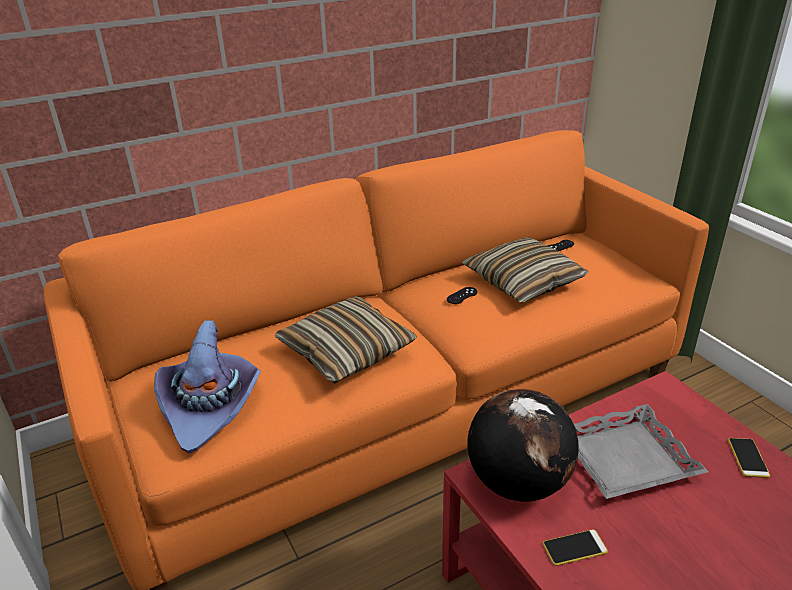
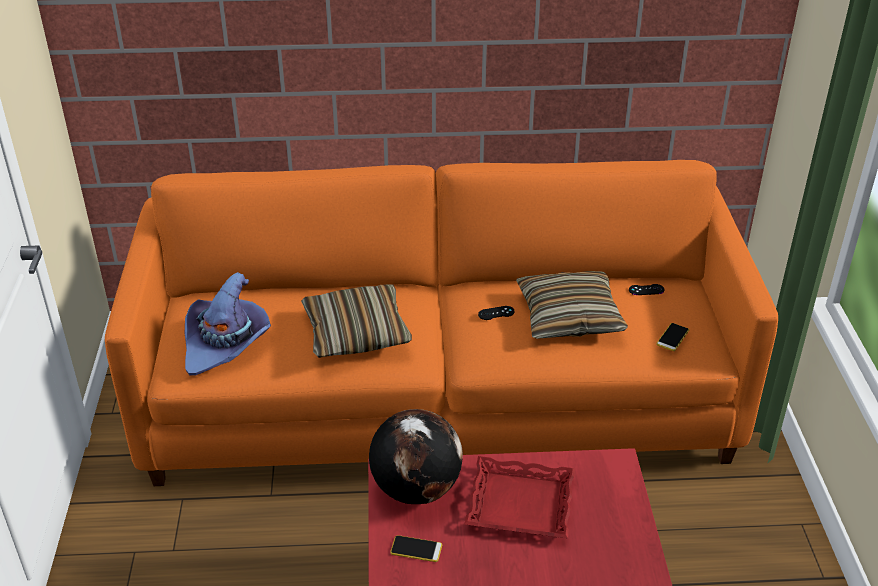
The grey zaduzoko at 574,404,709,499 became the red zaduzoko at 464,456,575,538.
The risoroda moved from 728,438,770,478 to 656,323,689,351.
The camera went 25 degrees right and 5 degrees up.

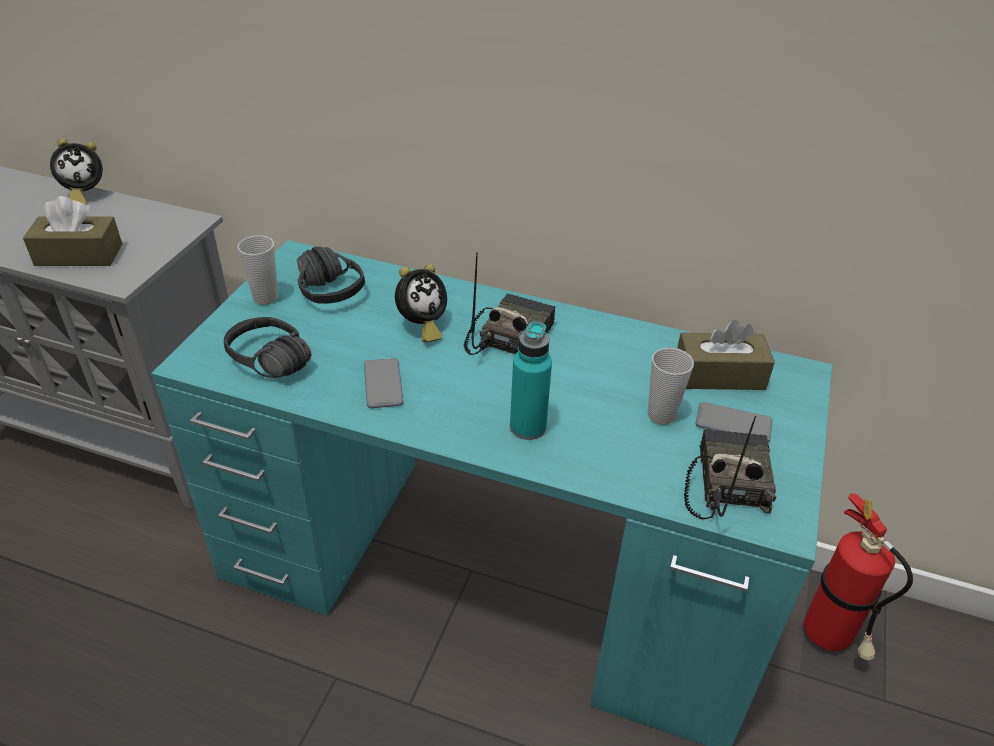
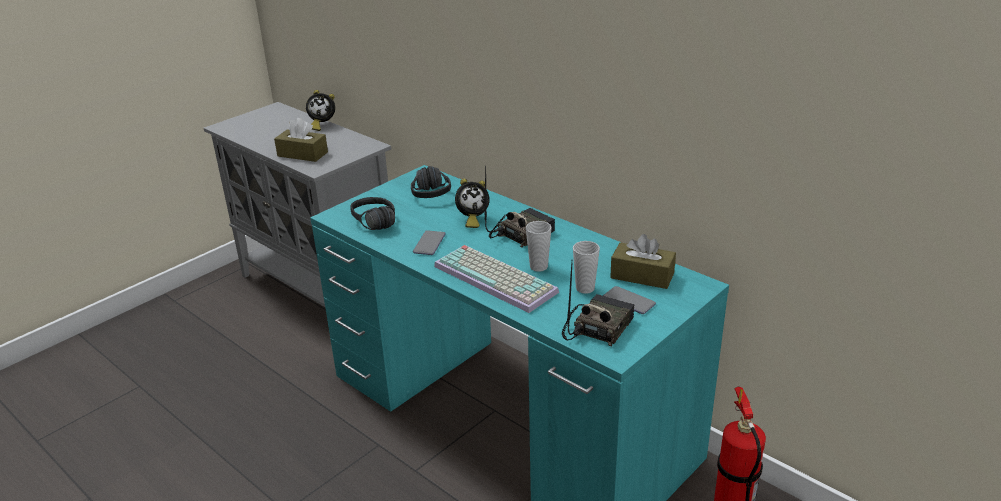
The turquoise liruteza at 510,321,552,440 was replaced by the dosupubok at 434,245,559,313.
The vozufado moved from 238,235,278,305 to 526,221,552,272.
The camera went 25 degrees right and 10 degrees down.

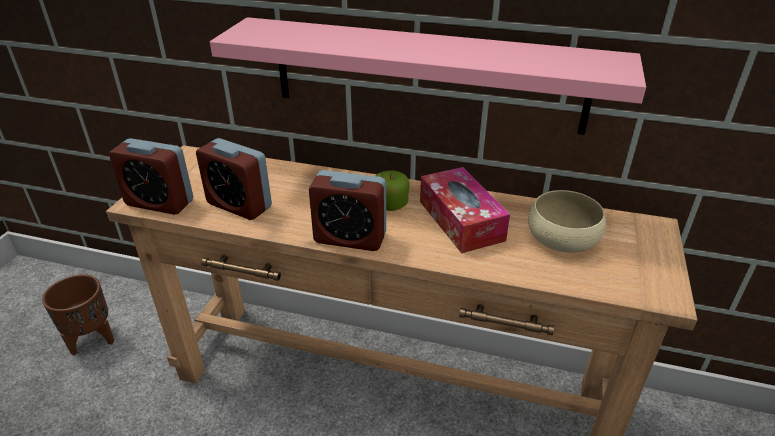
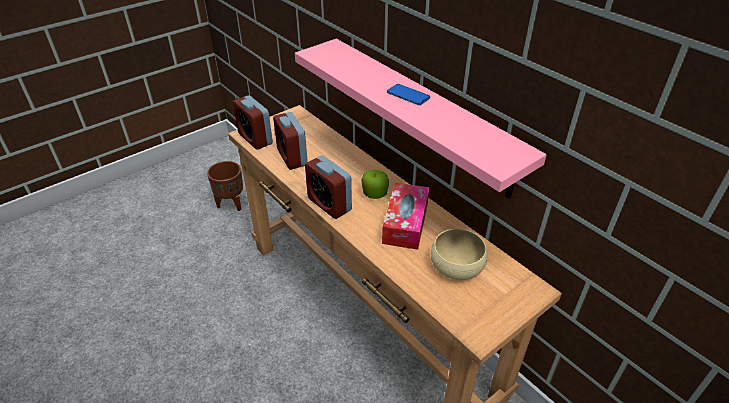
The risoroda at 387,84,430,105 appeared.
The camera went 35 degrees right and 5 degrees up.

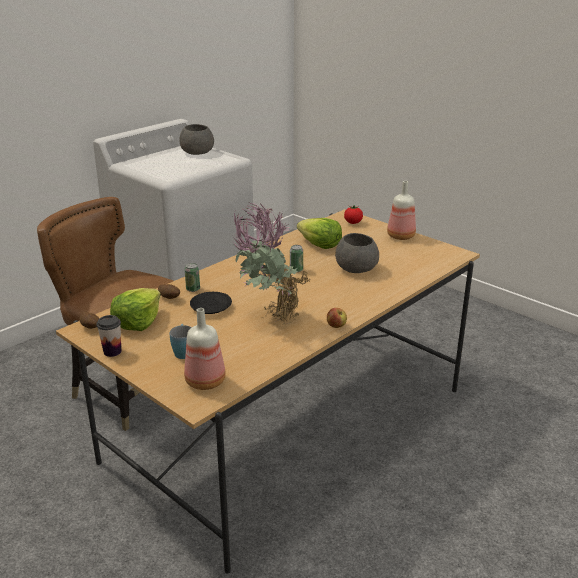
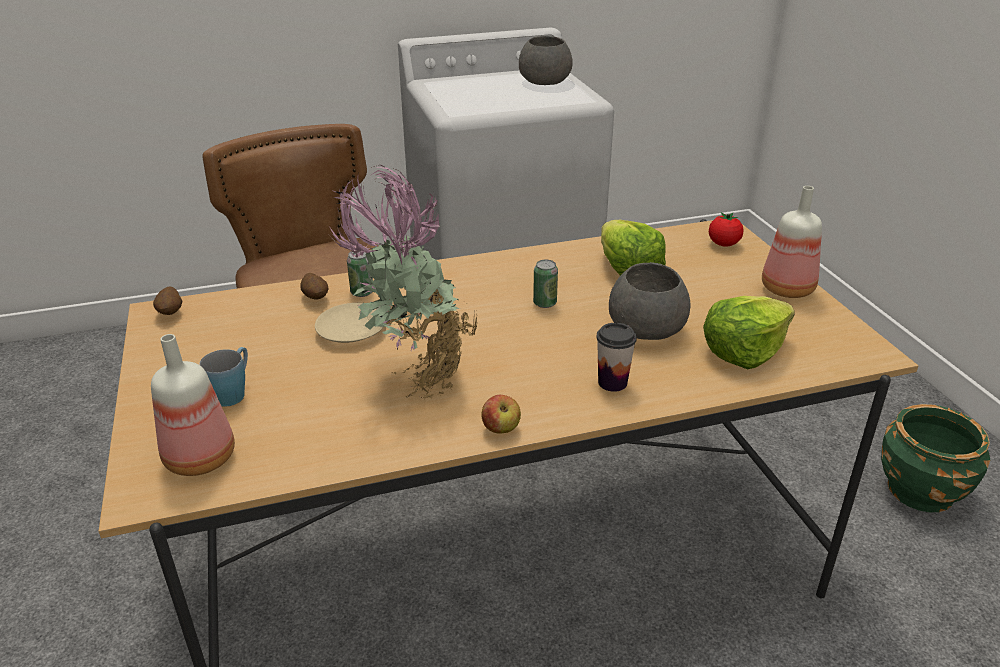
The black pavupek at 190,292,232,314 became the beige pavupek at 315,303,383,343.
The vozufado moved from 96,315,121,357 to 596,323,637,392.
The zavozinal moved from 110,288,161,331 to 703,296,795,369.
The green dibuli at 881,404,990,512 appeared.
The camera went 30 degrees right and 5 degrees up.

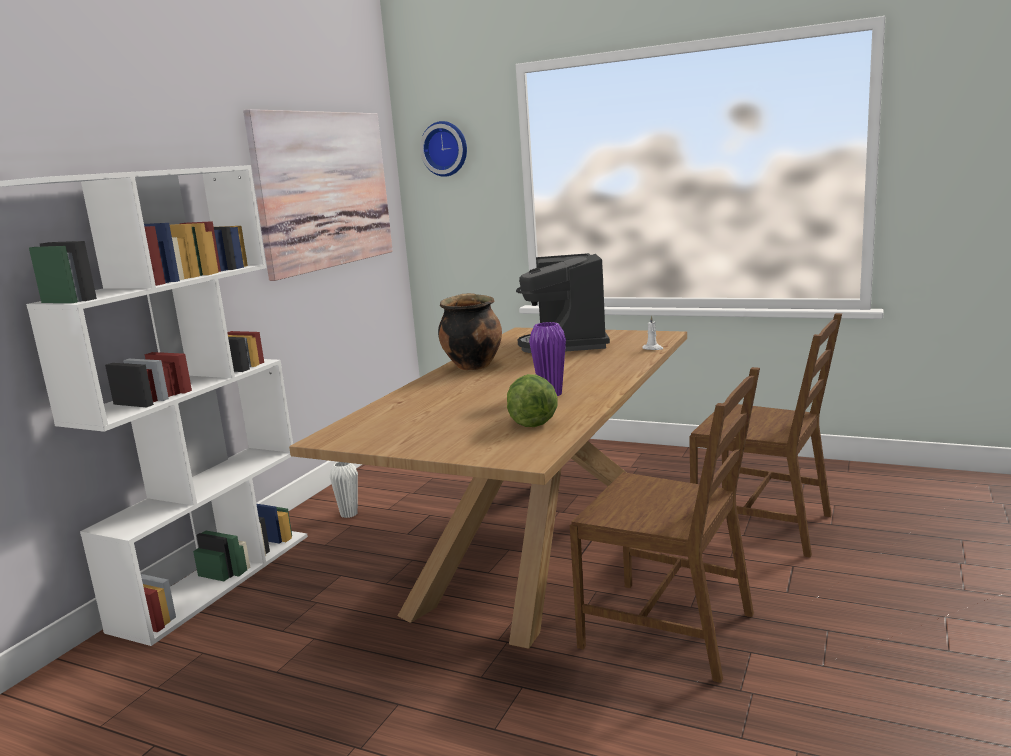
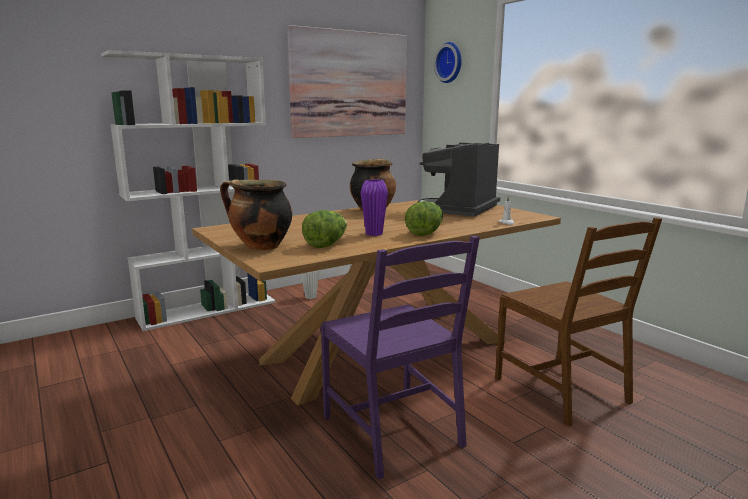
The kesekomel at 220,179,292,250 appeared.
The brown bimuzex at 570,367,760,683 became the purple bimuzex at 321,236,480,479.
The zavozinal at 405,201,443,236 appeared.
The camera went 30 degrees right and 0 degrees up.

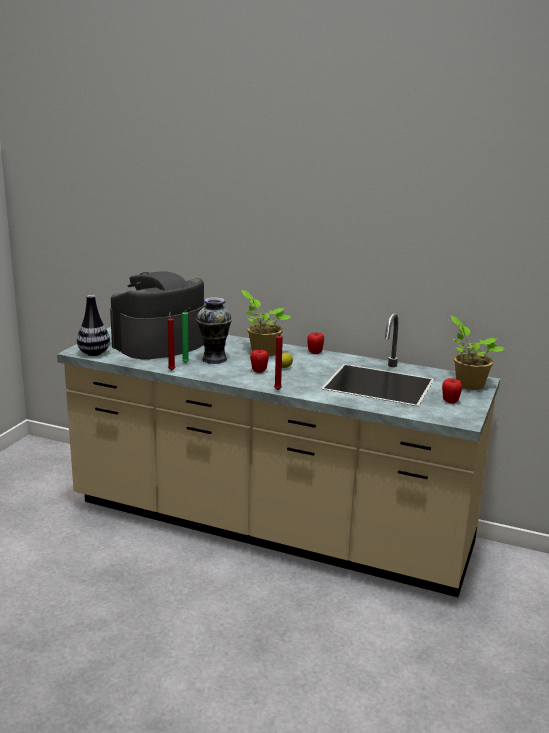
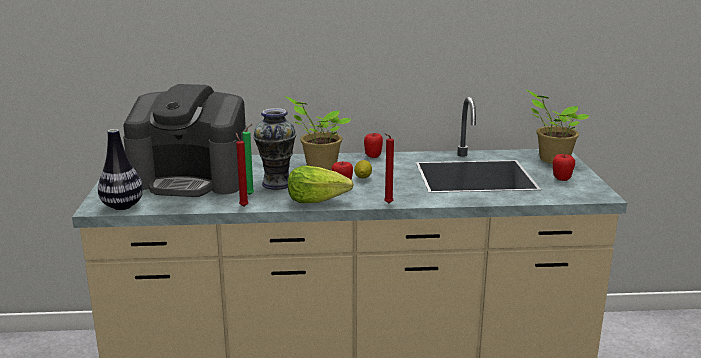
The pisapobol at 110,271,205,359 turned 105 degrees counterclockwise.
The zavozinal at 288,166,354,203 appeared.
The camera went 25 degrees left and 0 degrees up.

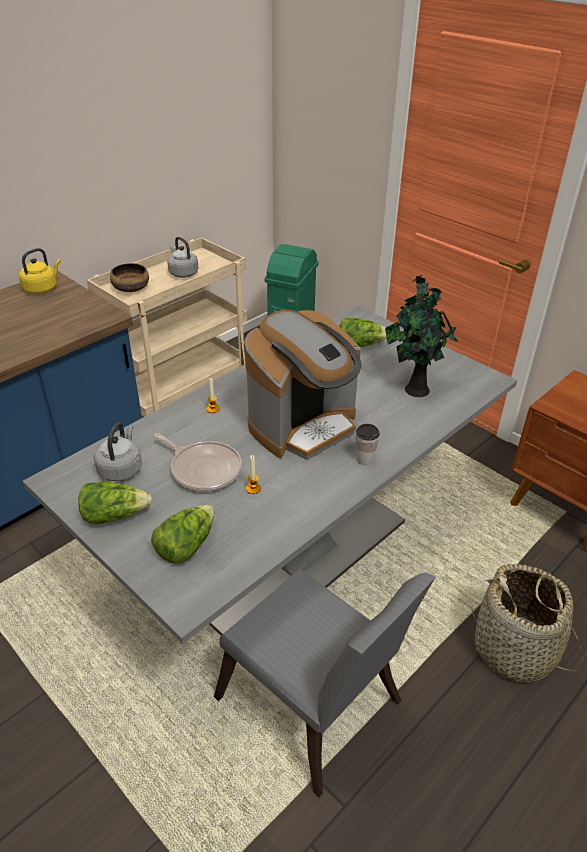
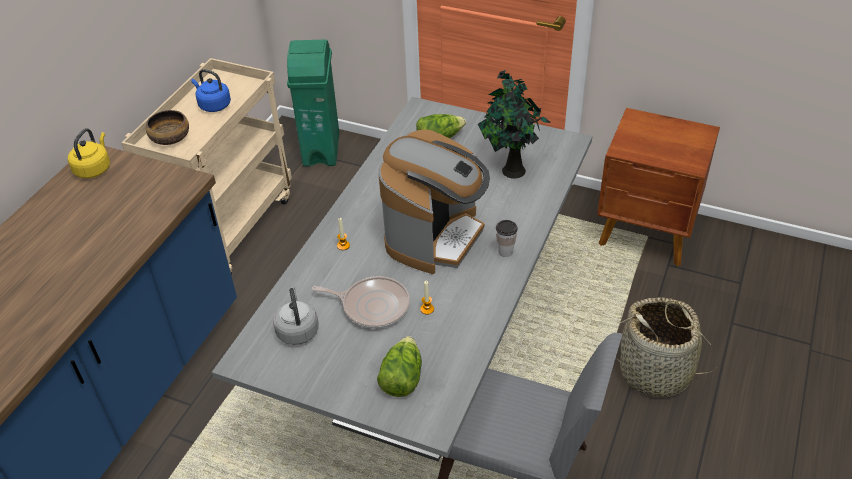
The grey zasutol at 167,237,199,278 became the blue zasutol at 191,69,231,112.
The zavozinal at 78,482,152,524 disappeared.
The camera went 20 degrees left and 5 degrees up.

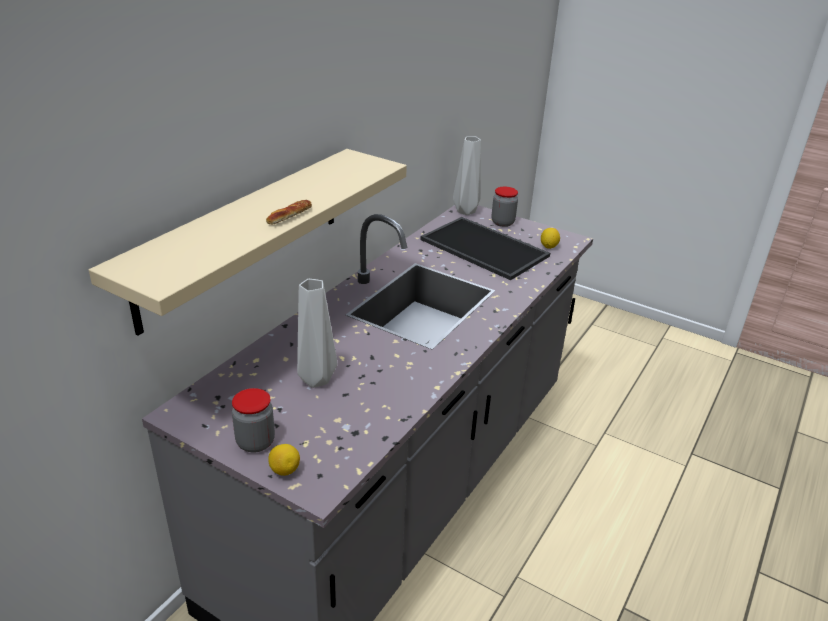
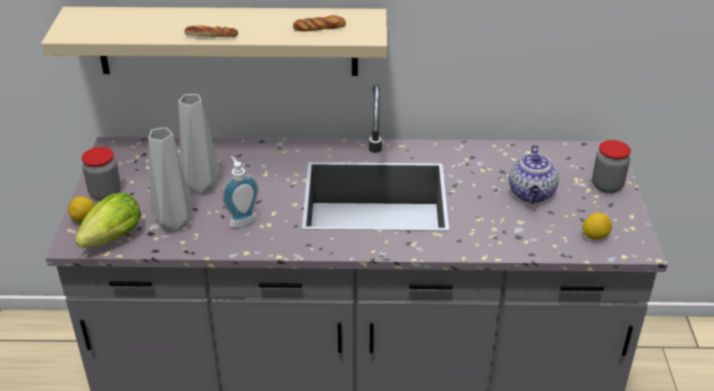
The zavozinal at 75,192,141,248 appeared.
The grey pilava moved from 453,136,481,215 to 149,127,192,232.
The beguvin at 222,156,259,228 appeared.
The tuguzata at 293,15,346,31 appeared.
The zaduzoko at 420,217,550,280 was replaced by the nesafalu at 509,145,559,204.
The camera went 60 degrees right and 5 degrees up.

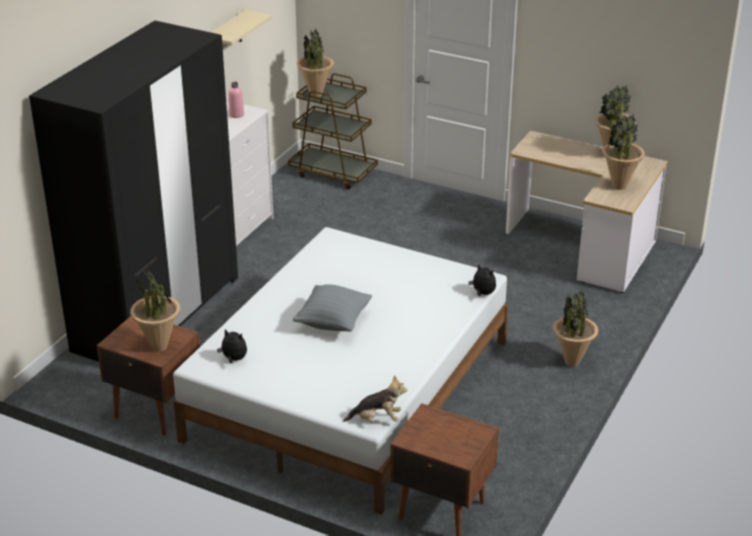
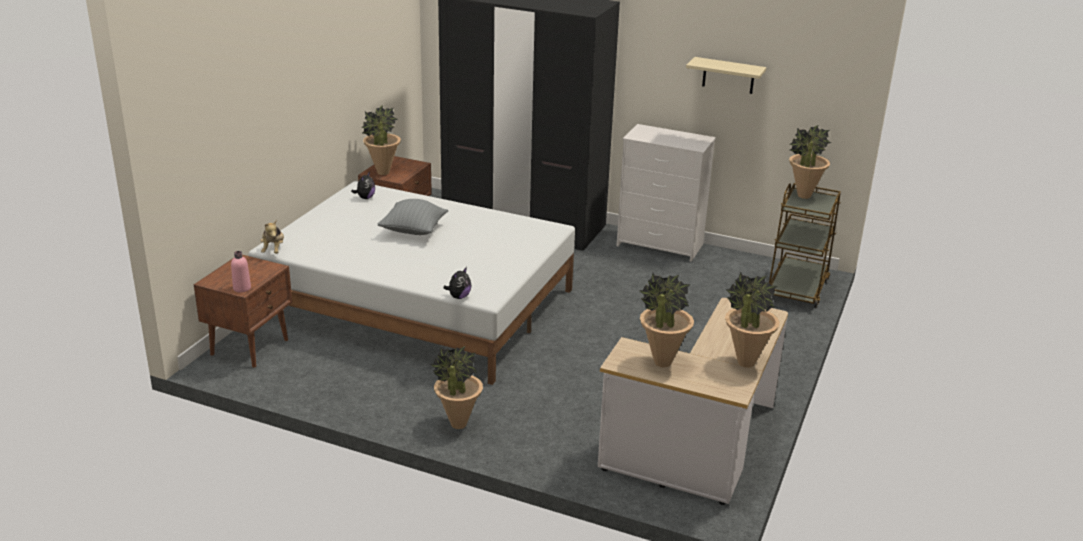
The pink liruteza moved from 228,82,244,118 to 231,251,251,292.
The camera went 85 degrees right and 5 degrees down.

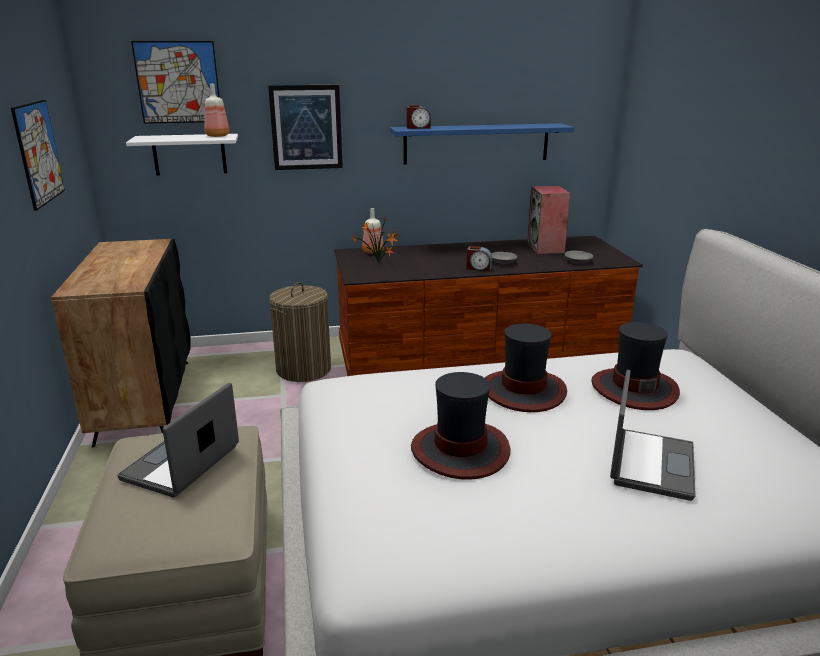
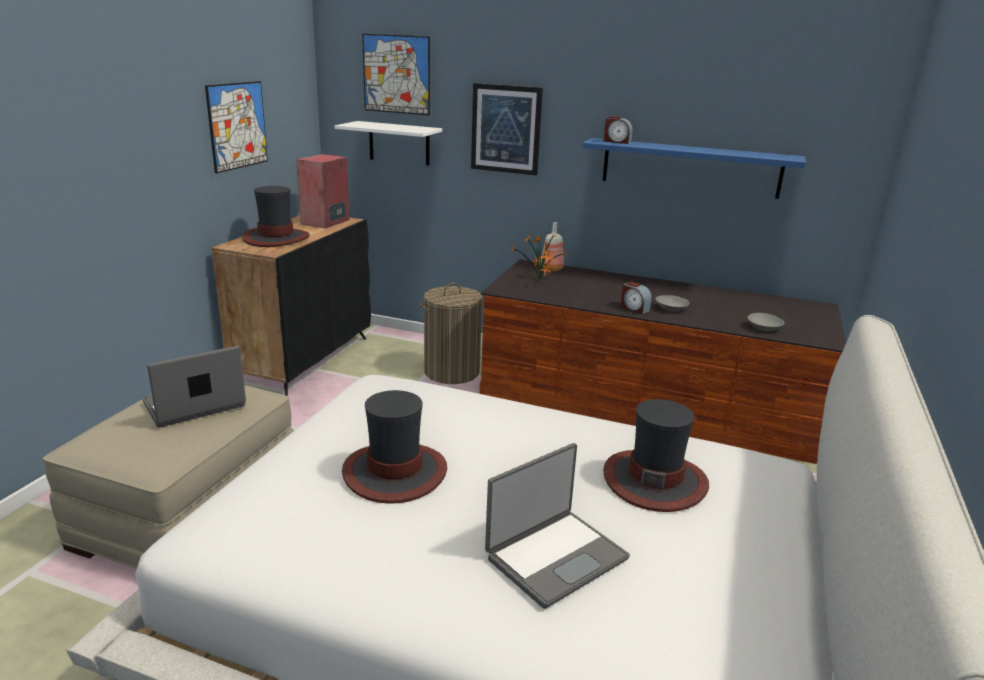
The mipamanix moved from 485,324,567,412 to 242,186,310,247.
The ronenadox moved from 527,186,571,254 to 296,154,350,228.
The liruteza at 204,84,229,137 disappeared.
The camera went 30 degrees right and 0 degrees up.

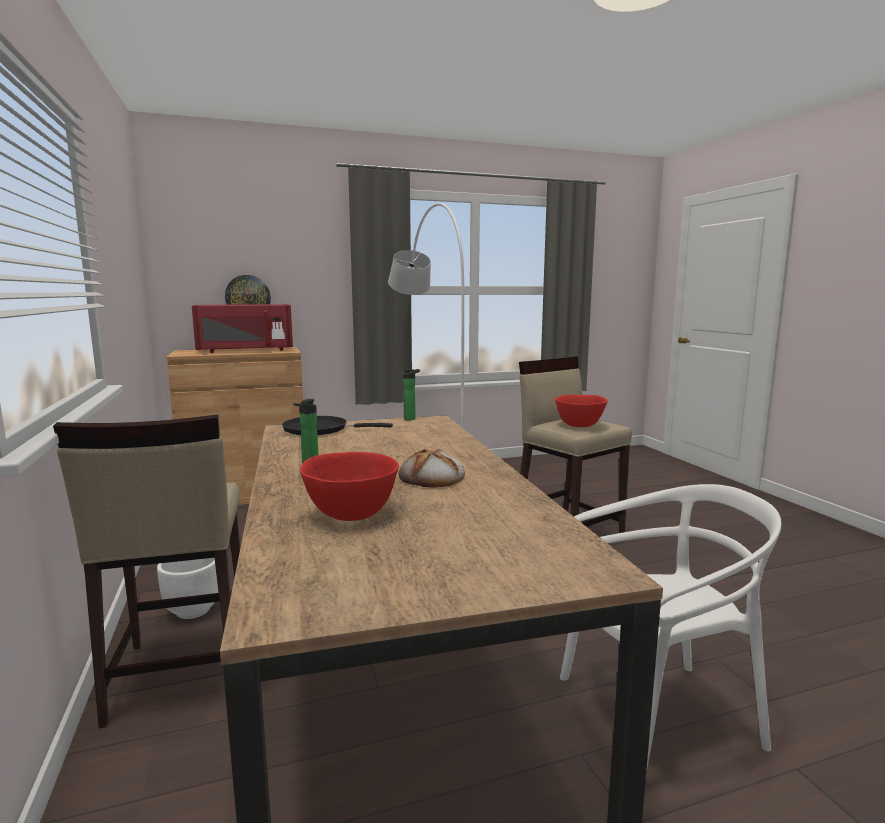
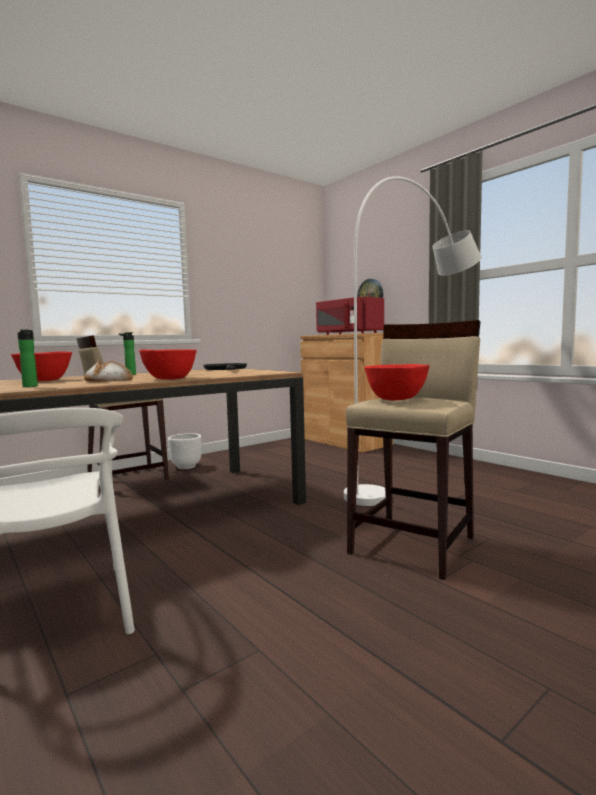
The liruteza moved from 403,369,420,420 to 17,329,38,387.
The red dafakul at 139,349,197,380 appeared.
The camera went 70 degrees right and 5 degrees down.

